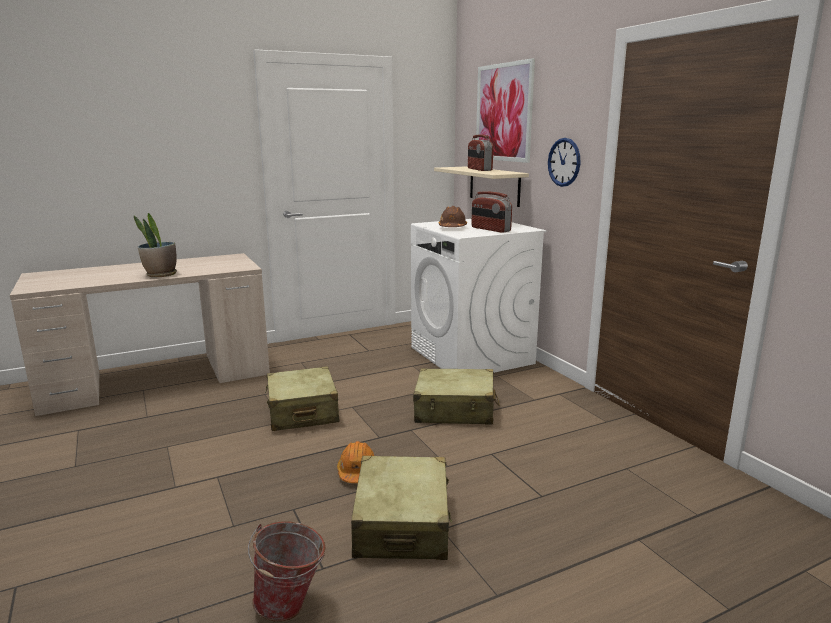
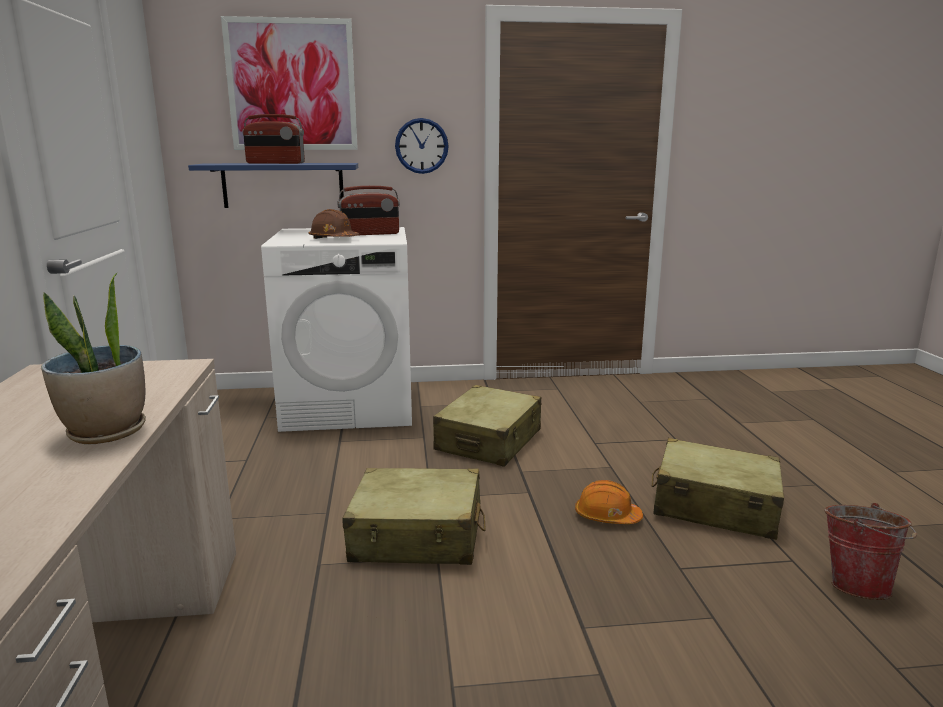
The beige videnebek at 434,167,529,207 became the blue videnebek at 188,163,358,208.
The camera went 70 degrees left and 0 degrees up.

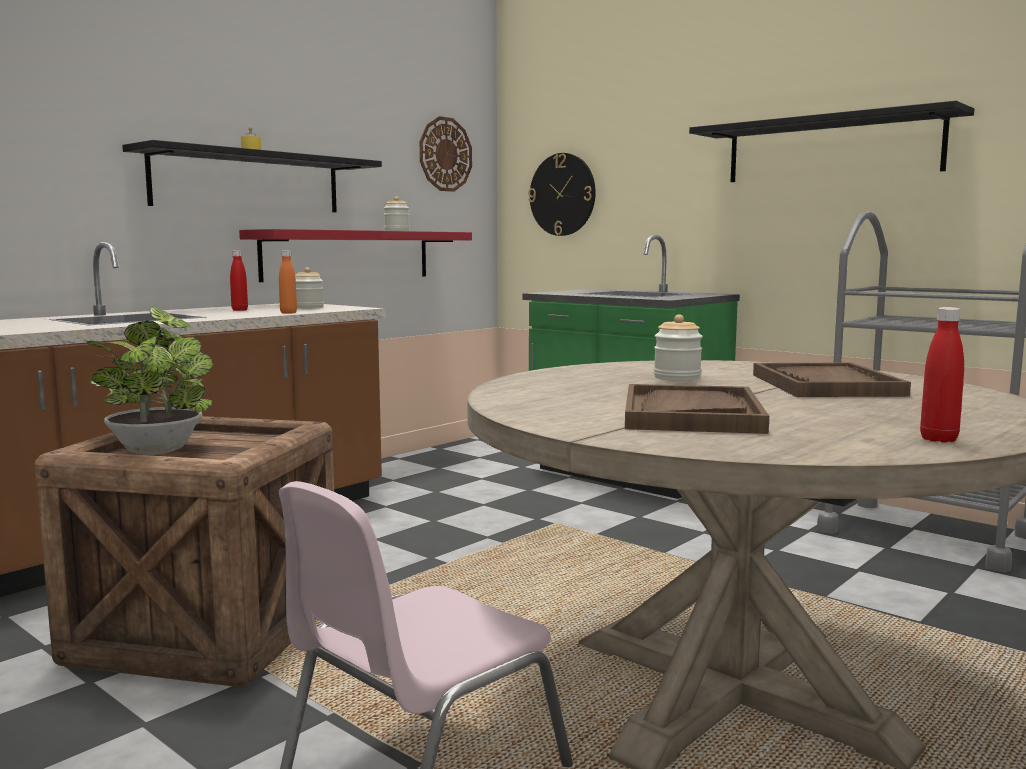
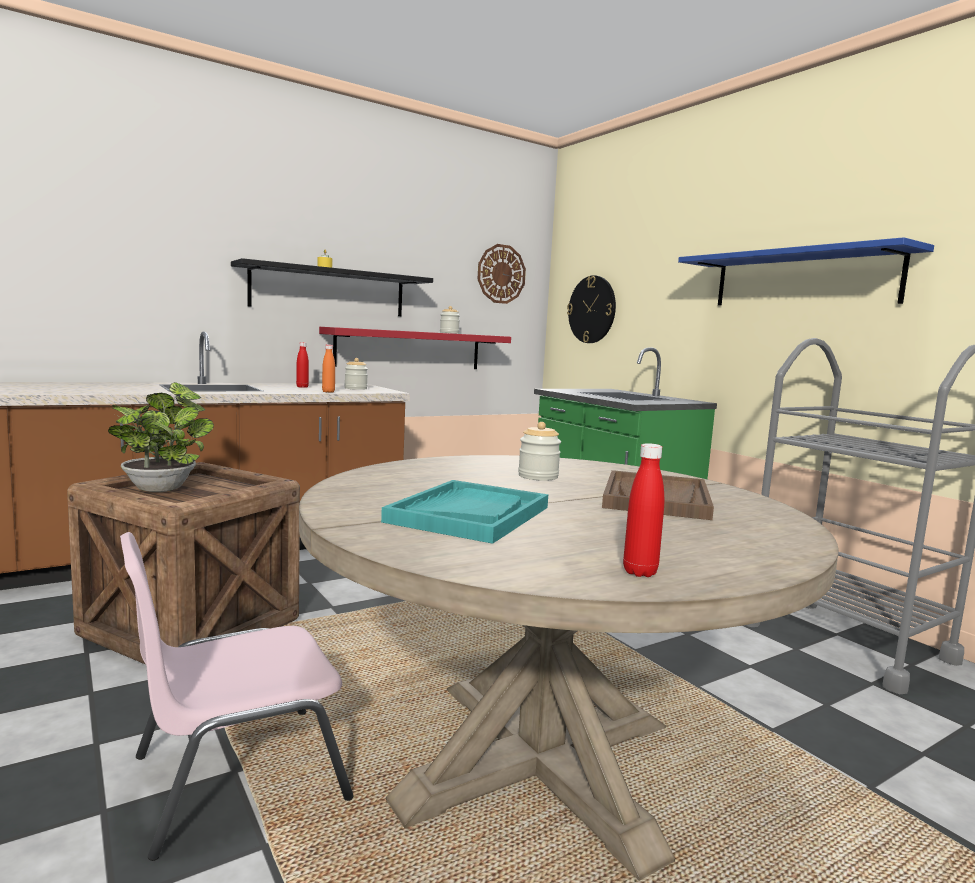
The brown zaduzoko at 625,384,769,434 became the turquoise zaduzoko at 381,480,548,544.
The black videnebek at 689,100,974,182 became the blue videnebek at 678,237,934,306.
The camera went 15 degrees right and 0 degrees up.

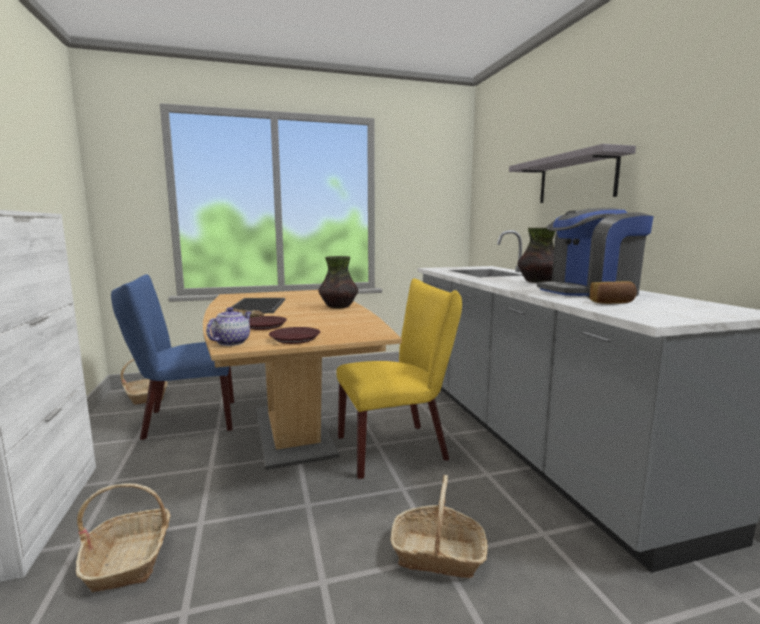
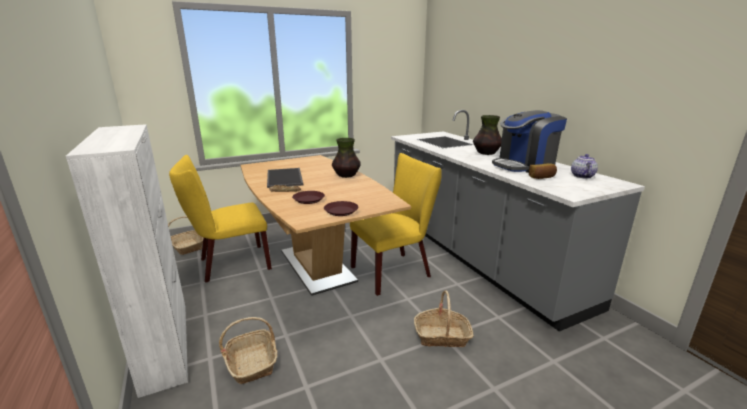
The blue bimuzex at 111,274,234,440 became the yellow bimuzex at 169,155,272,283.
The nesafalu moved from 206,307,251,346 to 571,154,598,179.
The grey videnebek at 509,144,636,203 disappeared.
The camera went 10 degrees left and 10 degrees up.

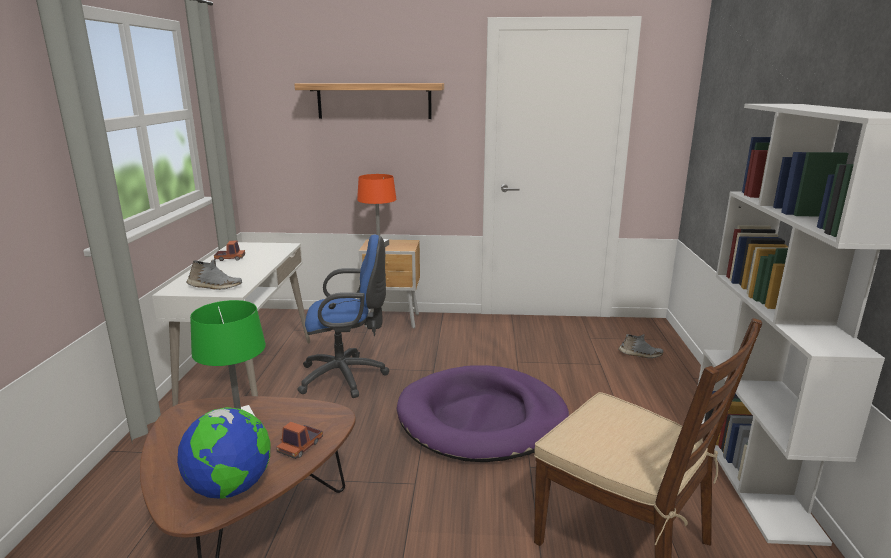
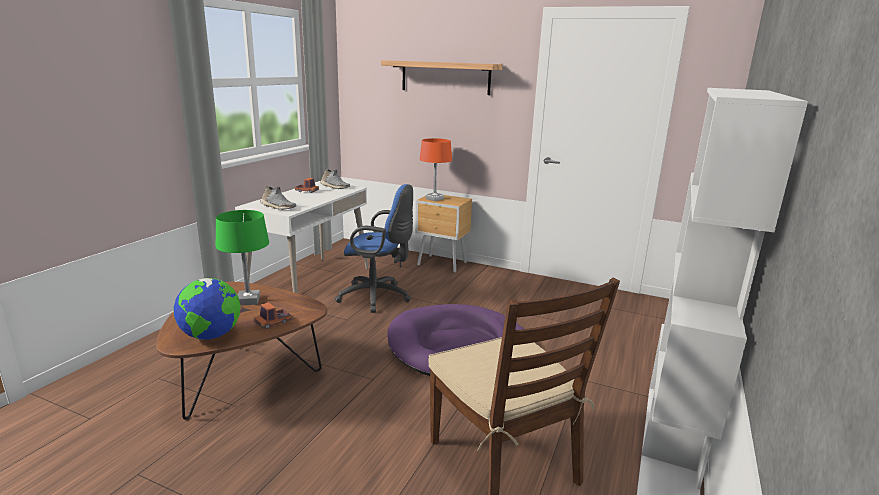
The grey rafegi moved from 618,334,663,358 to 320,169,350,189.
The camera went 20 degrees right and 0 degrees up.

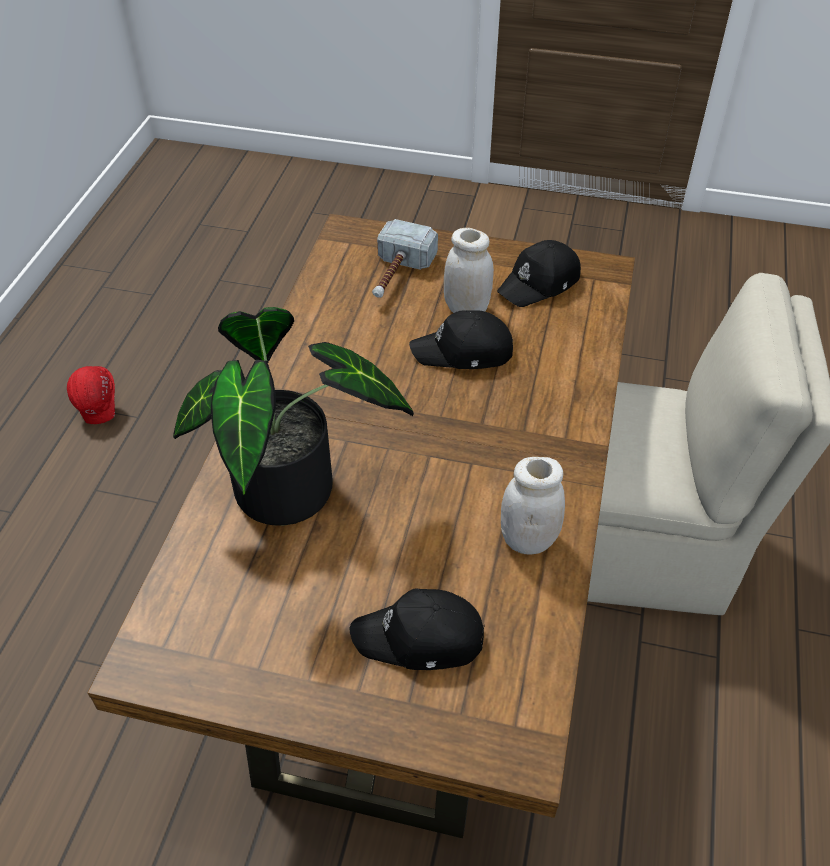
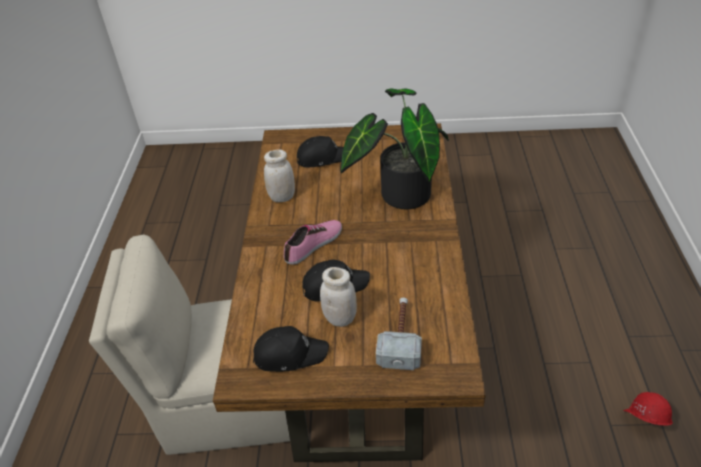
The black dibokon at 497,240,581,307 turned 45 degrees clockwise.
The rafegi at 284,220,342,265 appeared.
The camera went 170 degrees right and 5 degrees down.

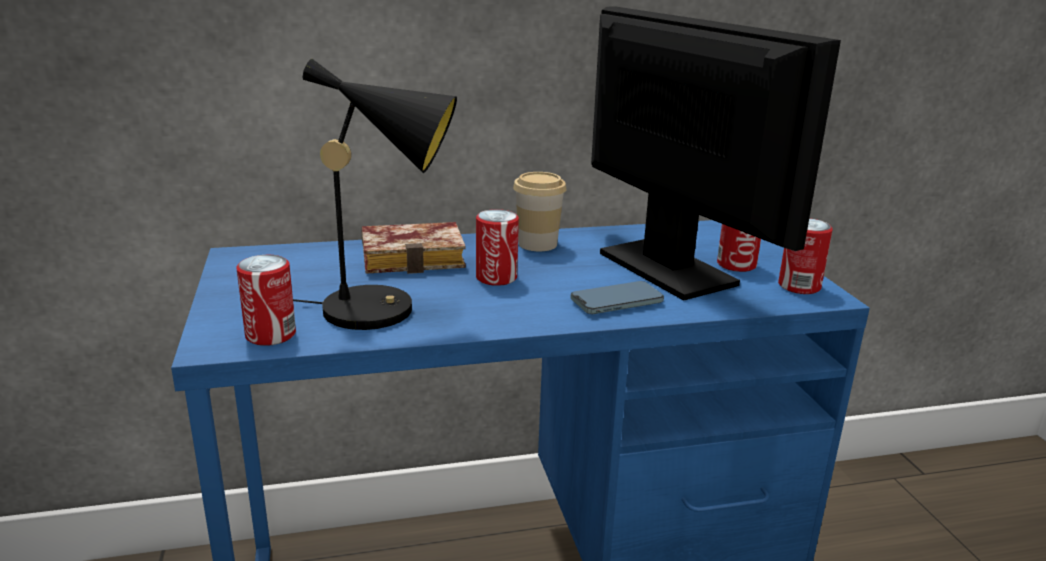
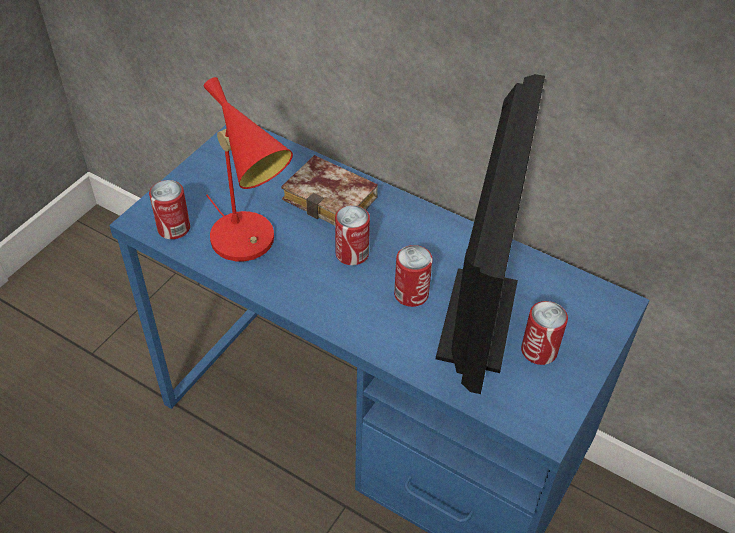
The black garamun at 293,59,457,330 became the red garamun at 204,77,293,262.
The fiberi moved from 778,218,833,294 to 394,245,433,307.
The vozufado at 513,172,566,251 disappeared.
The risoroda at 570,281,664,314 disappeared.
The camera went 45 degrees right and 25 degrees up.

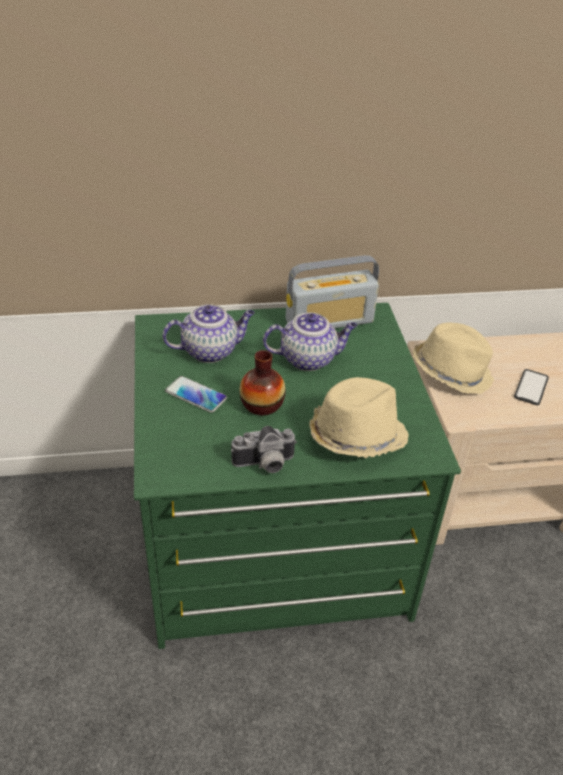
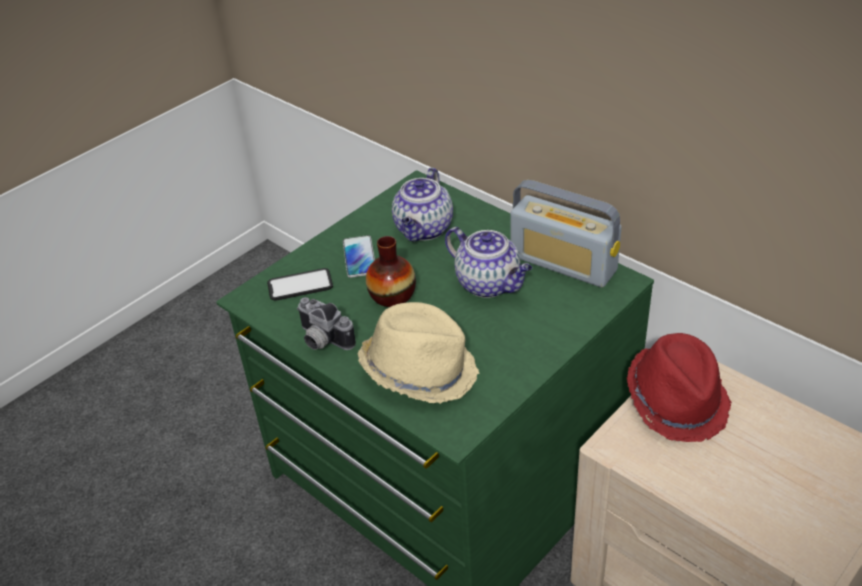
The risoroda moved from 514,369,549,405 to 267,268,333,300.
The nesafalu at 162,304,255,363 turned 75 degrees clockwise.
The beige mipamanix at 412,322,494,394 became the red mipamanix at 627,333,732,442.
The camera went 55 degrees right and 0 degrees up.

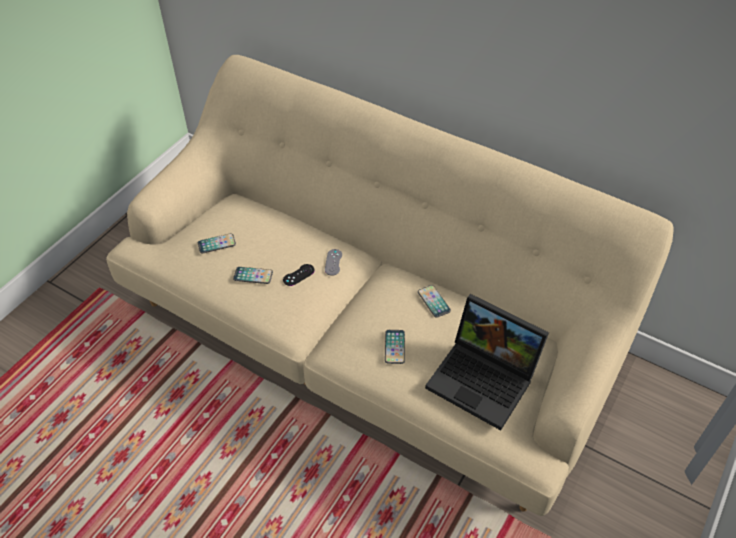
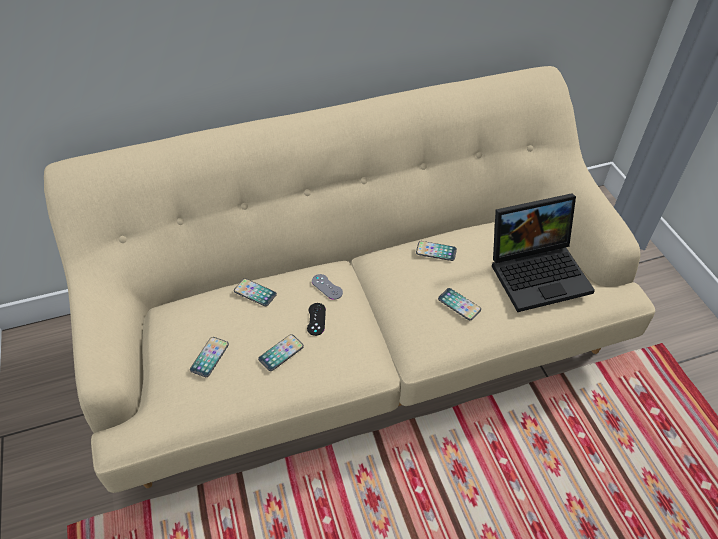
The risoroda at 234,279,277,306 appeared.
The camera went 50 degrees left and 0 degrees up.

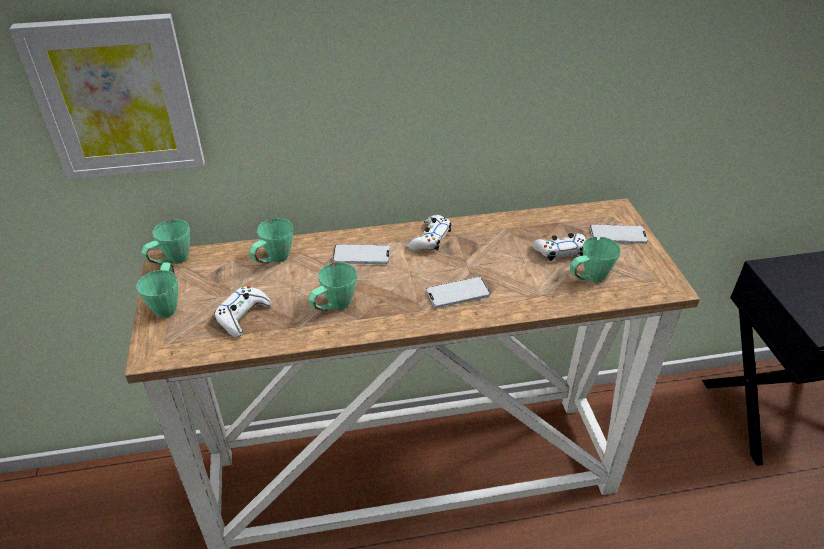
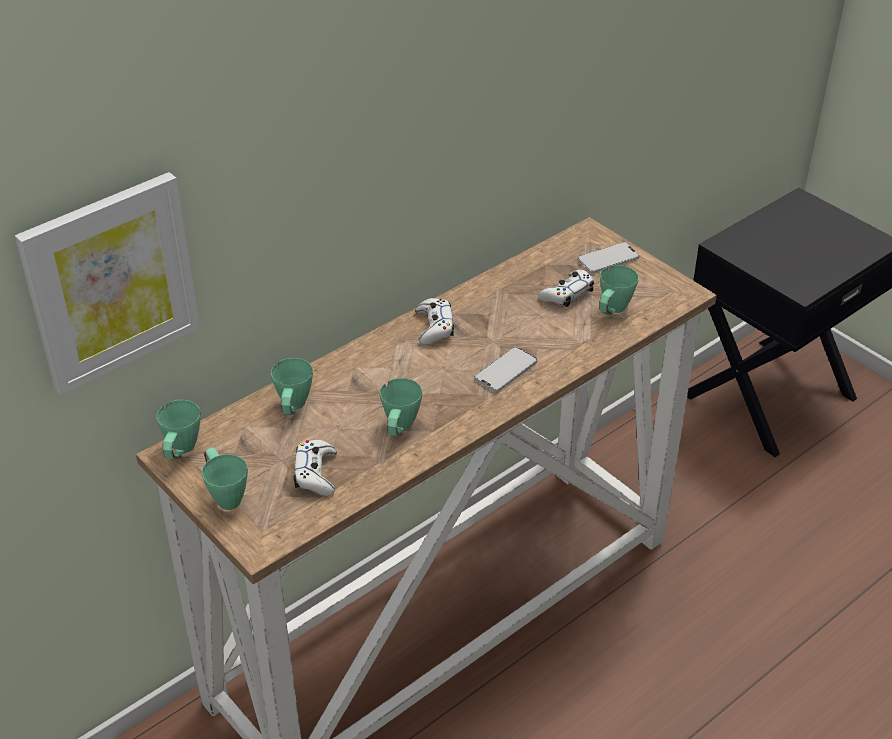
The risoroda at 333,244,390,264 disappeared.
The camera went 30 degrees left and 0 degrees up.

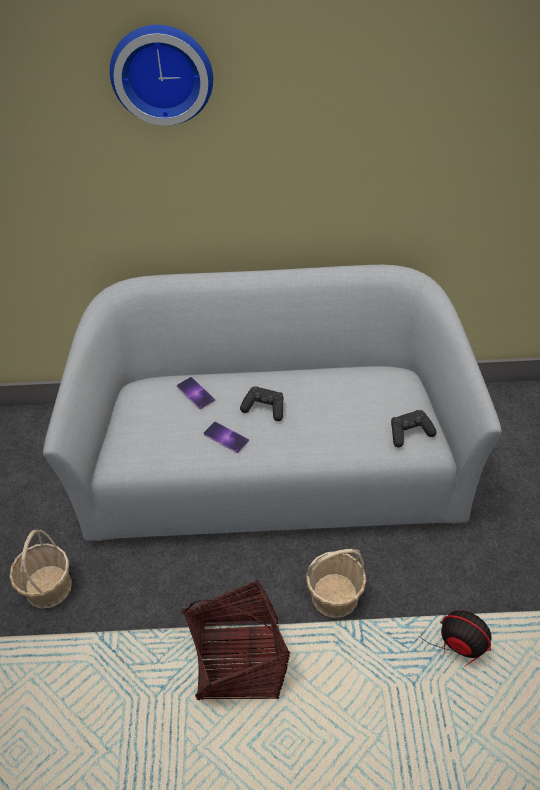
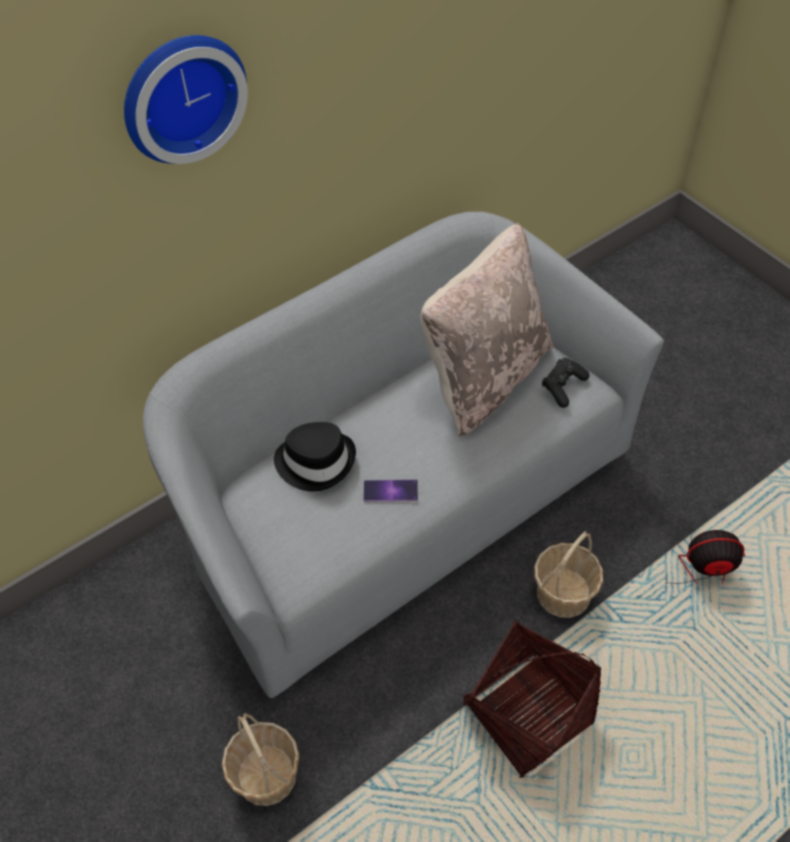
The risoroda at 177,377,215,409 was replaced by the black mipamanix at 274,422,356,492.
The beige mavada at 420,223,553,437 appeared.
The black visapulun at 240,386,284,421 disappeared.
The camera went 35 degrees left and 5 degrees up.

